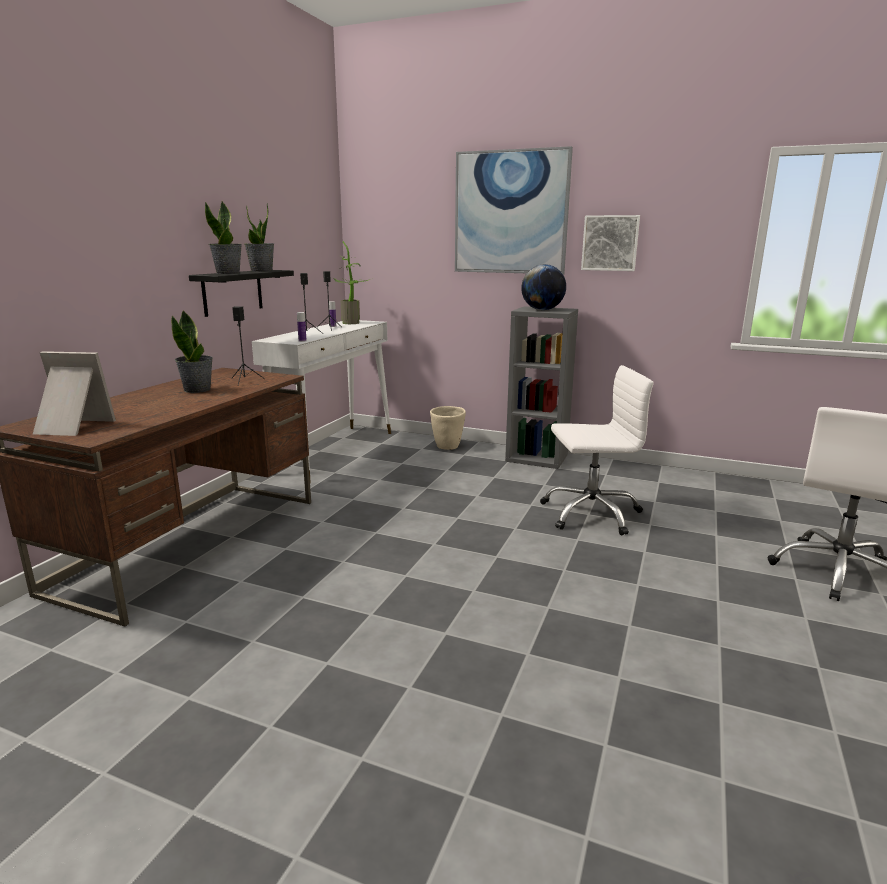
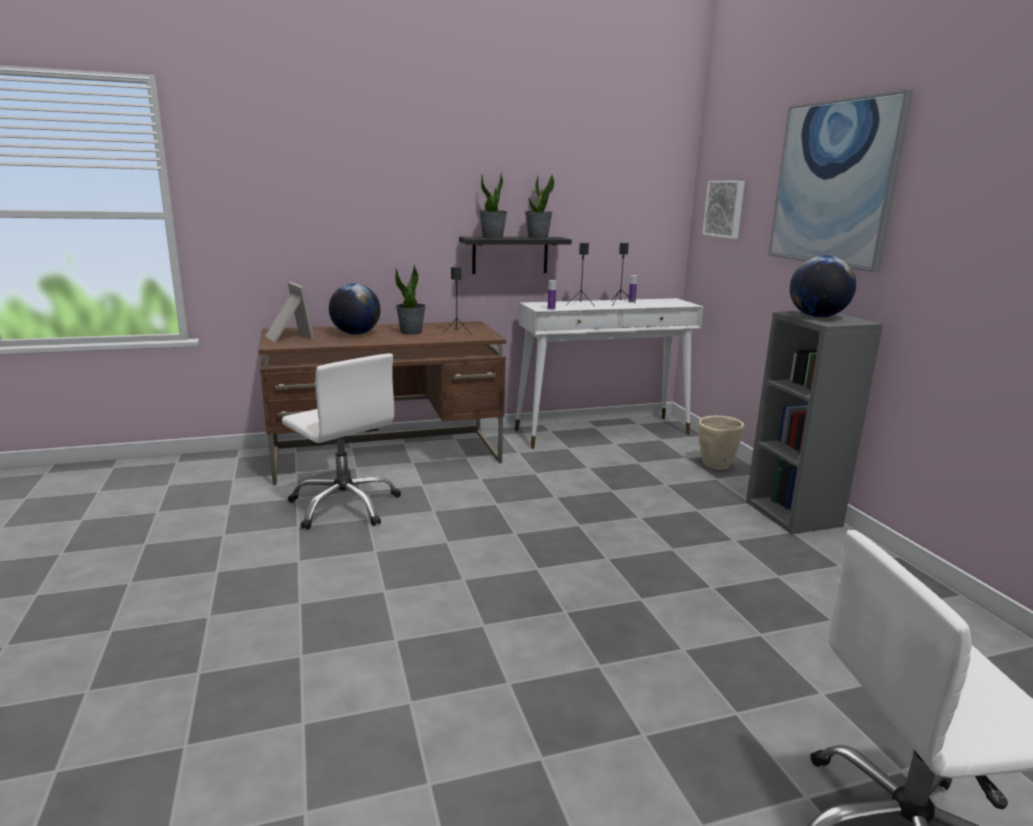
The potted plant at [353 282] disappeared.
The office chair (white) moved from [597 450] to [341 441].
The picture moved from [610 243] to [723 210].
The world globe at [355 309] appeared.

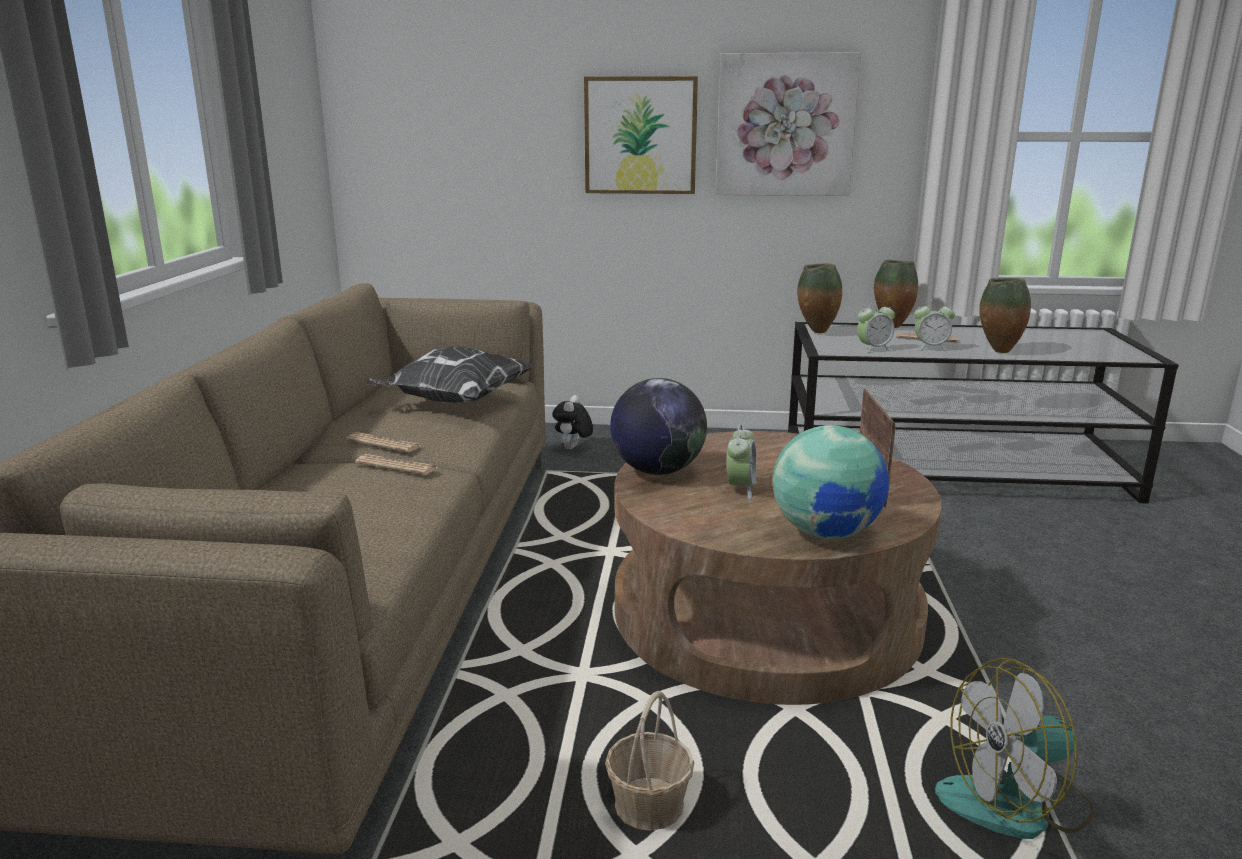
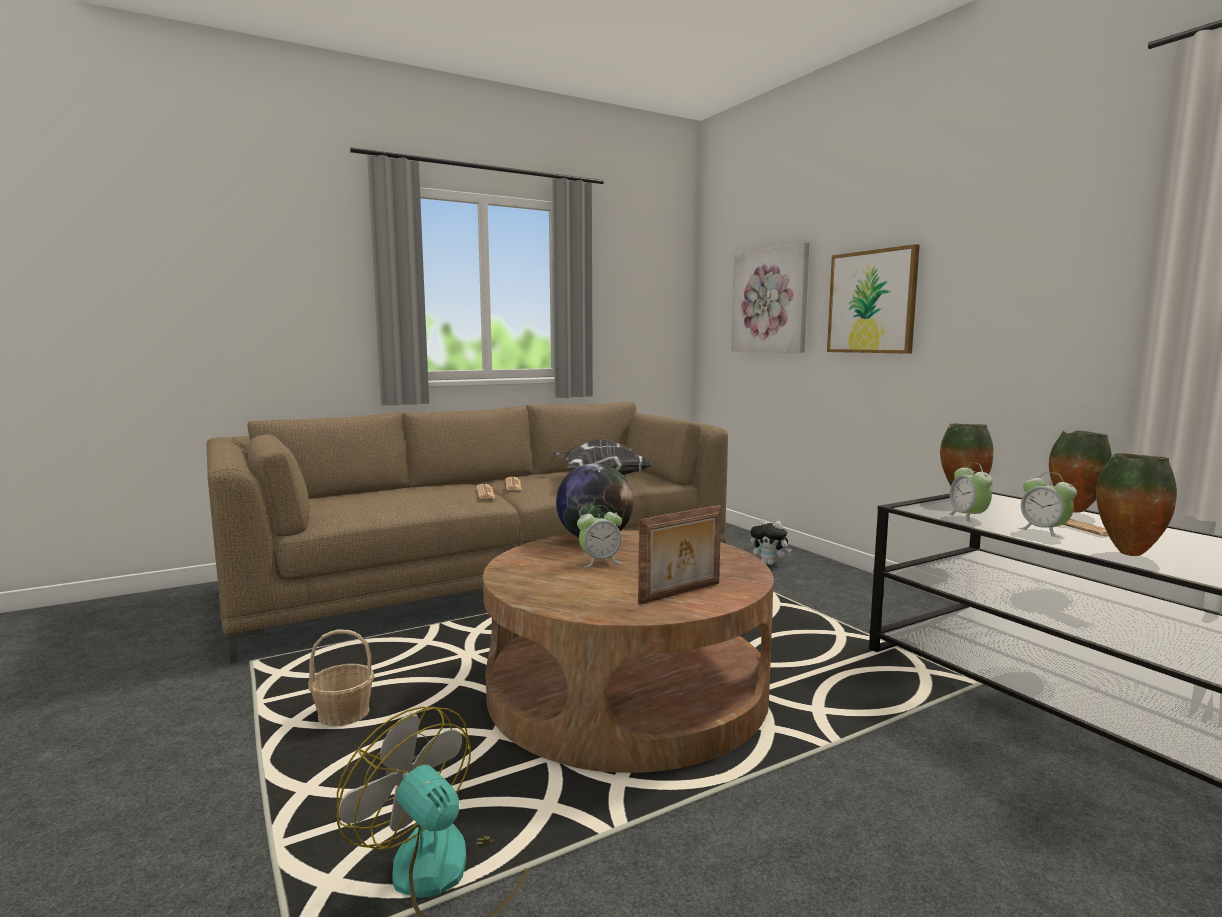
The cuddly toy at [573 422] turned 135 degrees counterclockwise.
The picture moved from [788 124] to [770 297].
The world globe at [831 482] disappeared.
The bedside clock at [876 327] turned 45 degrees clockwise.

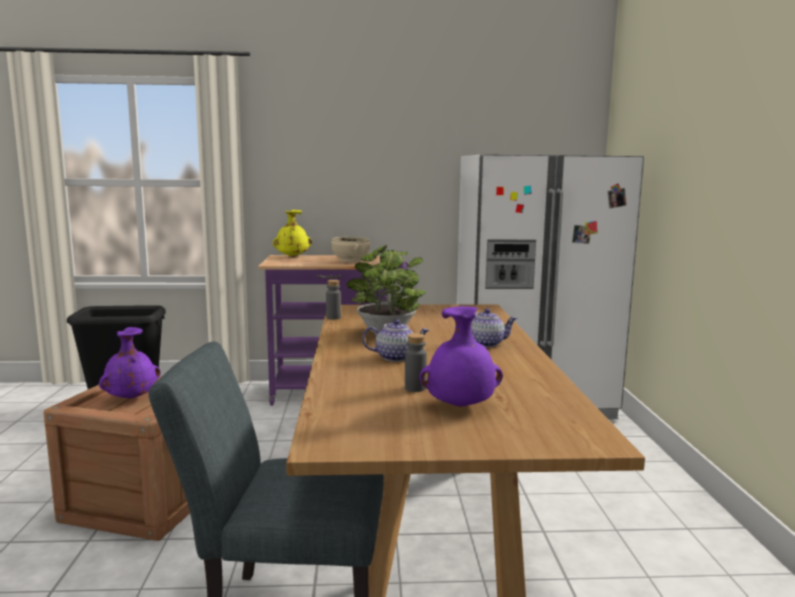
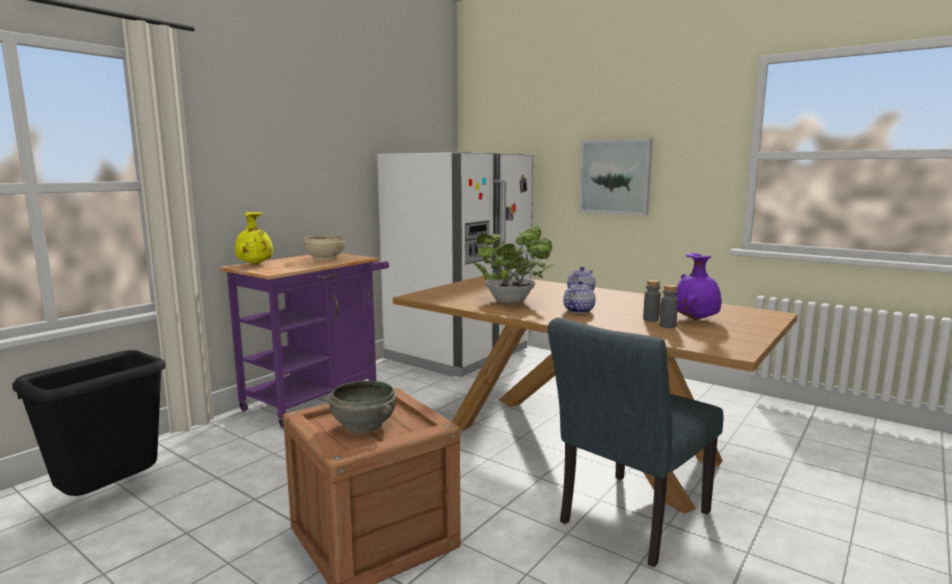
The vase (purple) at [129 363] was replaced by the serving bowl (gray) at [362 407].
The beverage bottle (gray) moved from [333 299] to [669 306].
The picture at [616 176] appeared.

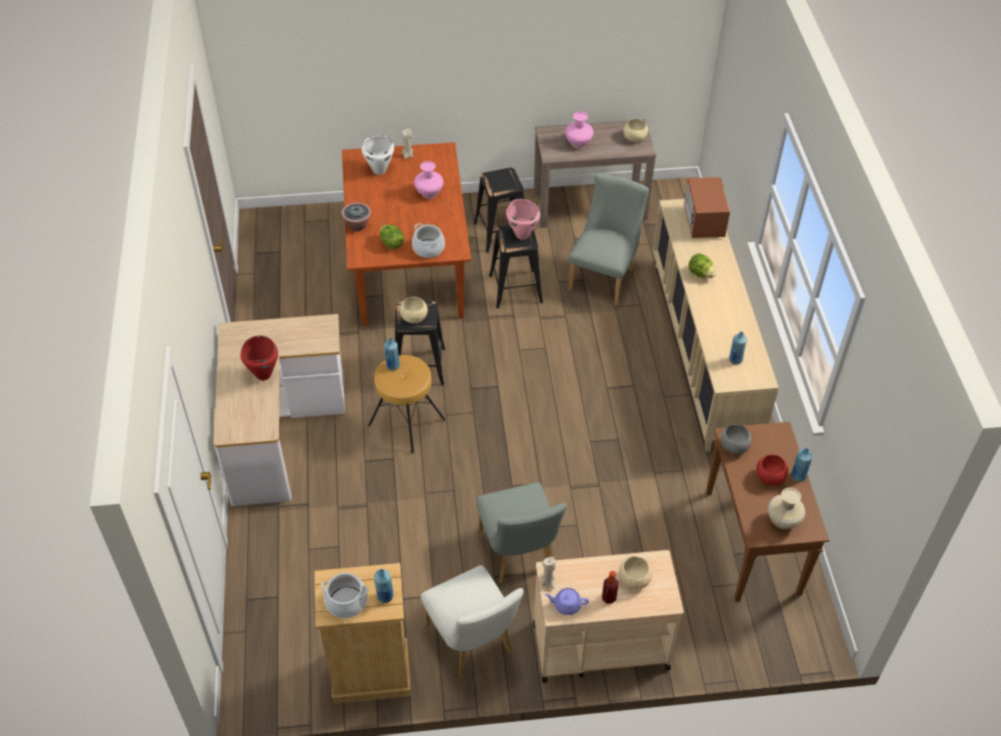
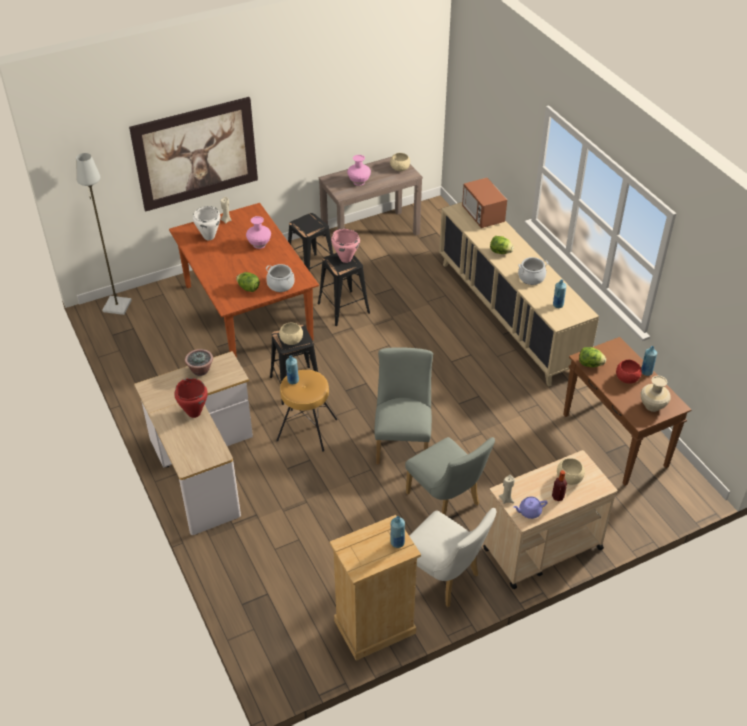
The saucepot moved from [344 595] to [533 271].
The potted plant moved from [356 217] to [199 362].
The upright chair (gray) moved from [608 240] to [403 405].
The serving bowl (gray) at [736 439] was replaced by the lettuce head at [592 357].
The floor lamp (gray) at [104 234] appeared.
The picture at [193 154] appeared.

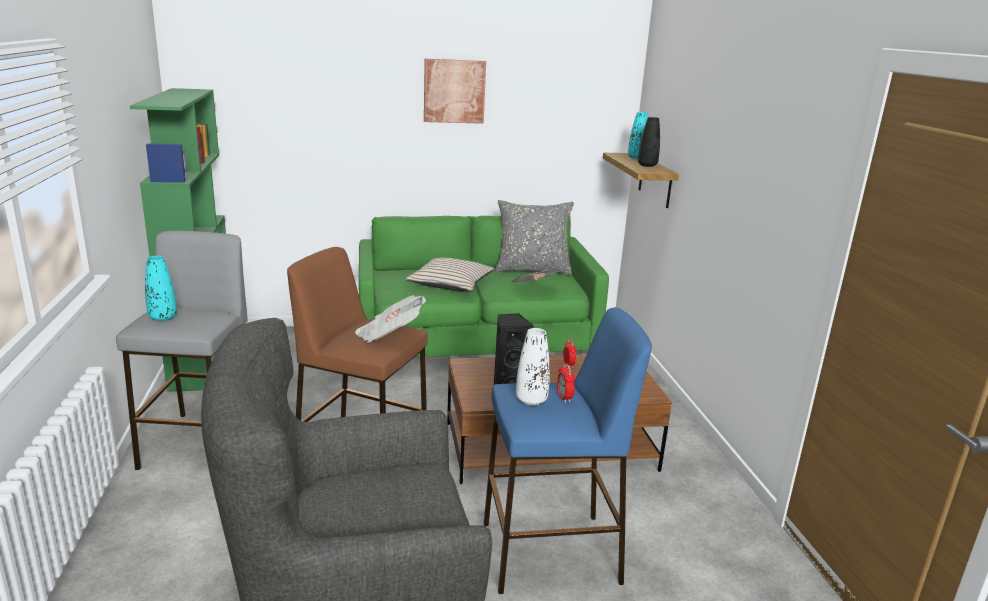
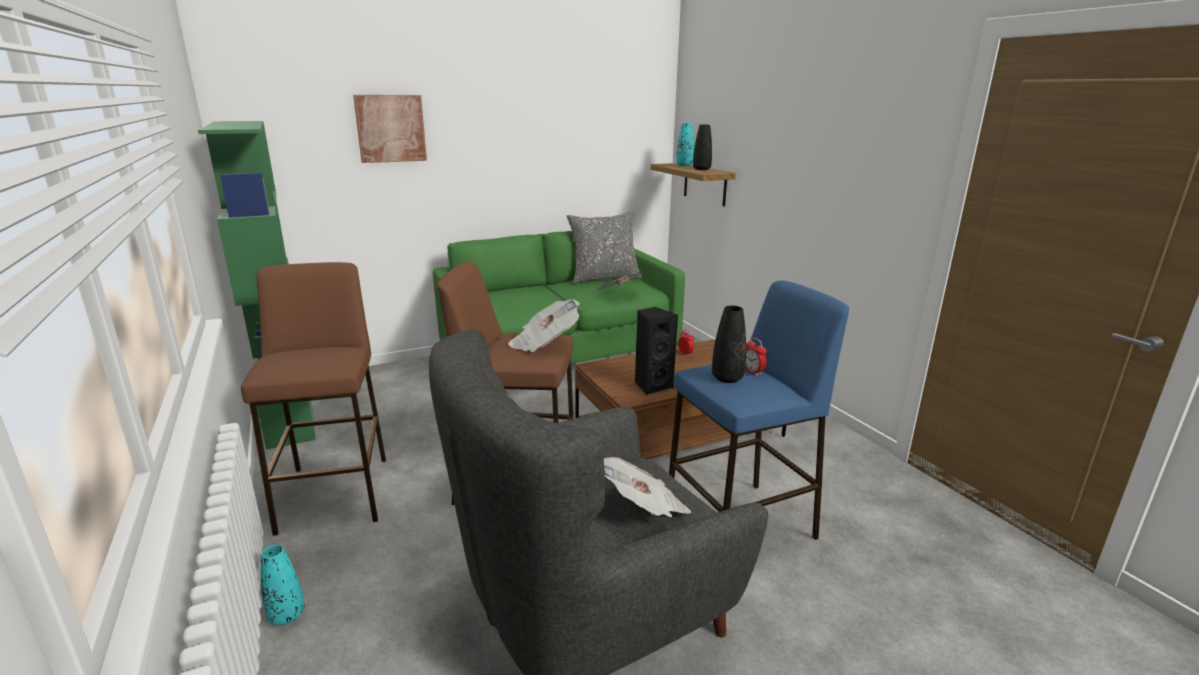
The stool (gray) at [182 350] became the stool (brown-coloured) at [313 399].
The vase (turquoise-coloured) moved from [161 288] to [282 584].
The cushion (beige) at [450 274] disappeared.
The picture moved from [455 91] to [390 129].
The vase (white) at [533 367] became the vase (black) at [729 344].
The daily paper at [647 487] appeared.

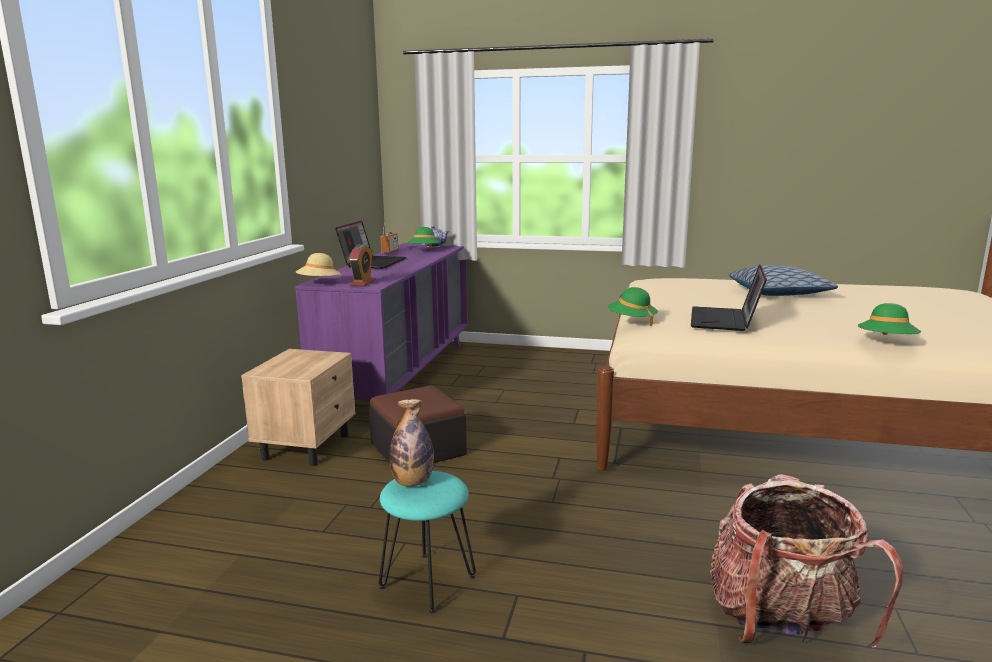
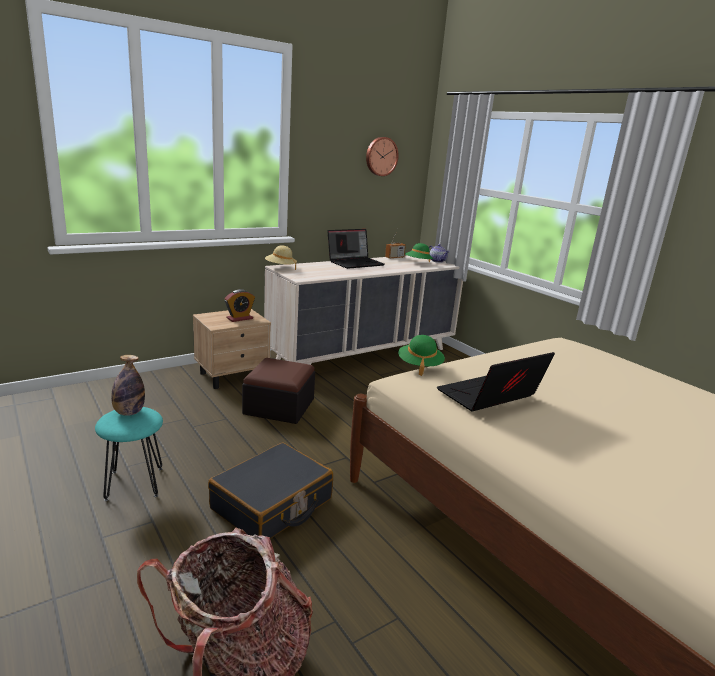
The dresser (purple) at [381 322] became the dresser (beige) at [363 310].
The bedside clock moved from [362 265] to [239 305].
The cushion at [783 280] disappeared.
The hat (green) at [889 319] disappeared.
The piece of luggage (black) at [270 491] appeared.
The clock on the wall at [382 156] appeared.

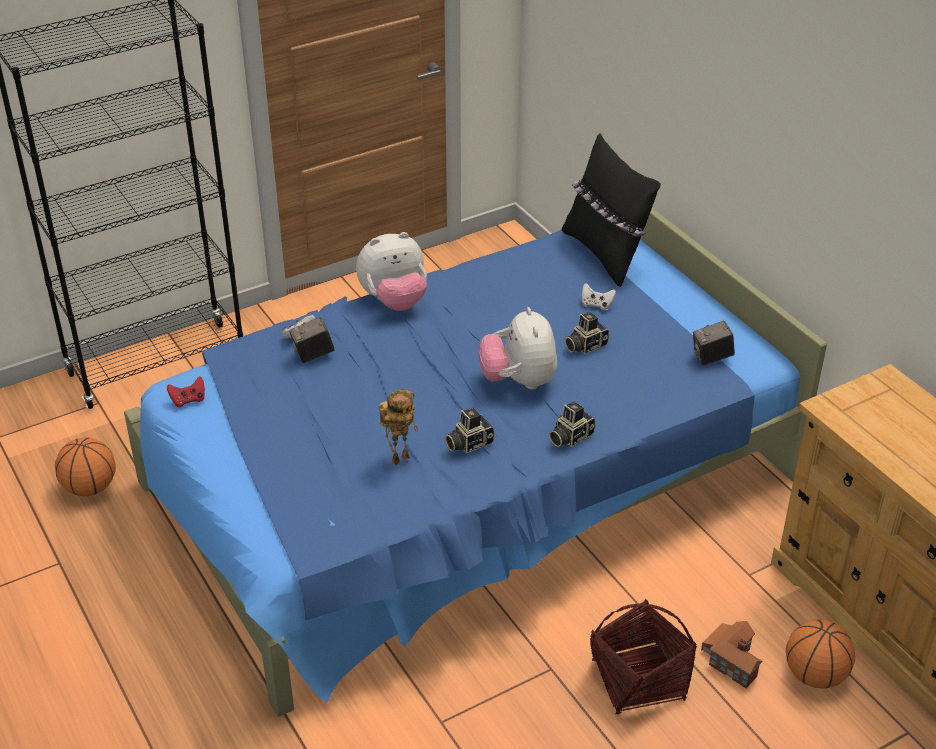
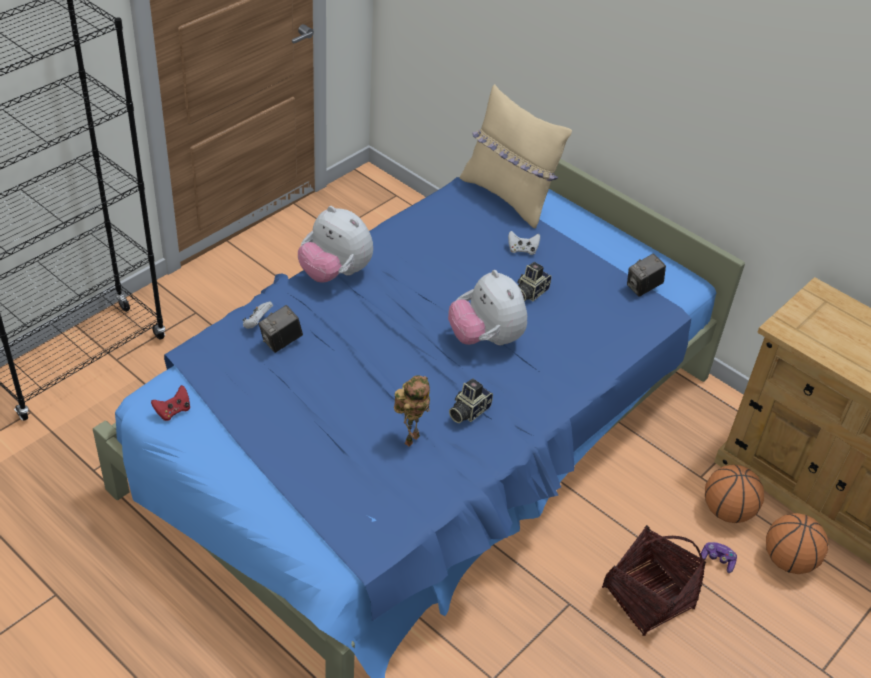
The basketball ball moved from [85 466] to [734 494].
The cuddly toy at [391 271] turned 75 degrees clockwise.
The photo camera at [572 424] disappeared.
The cushion (black) at [611 210] became the cushion (beige) at [516 156].
The model house at [731 654] was replaced by the game controller at [719 557].

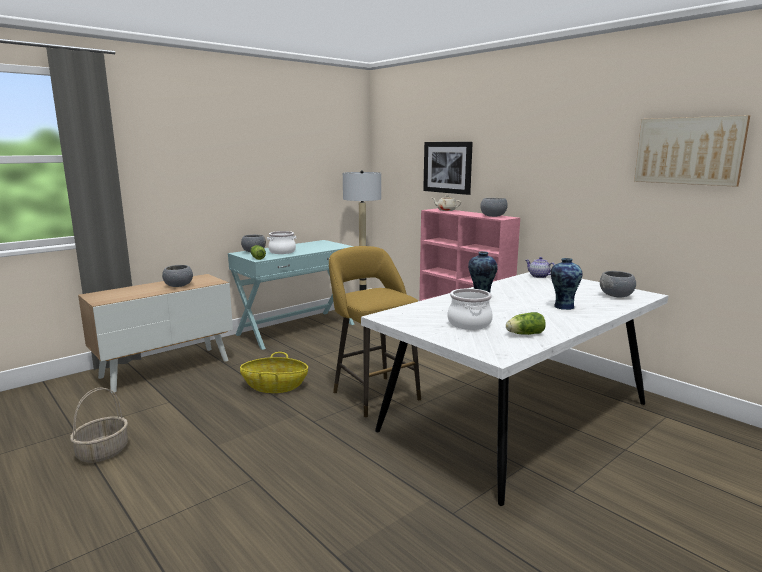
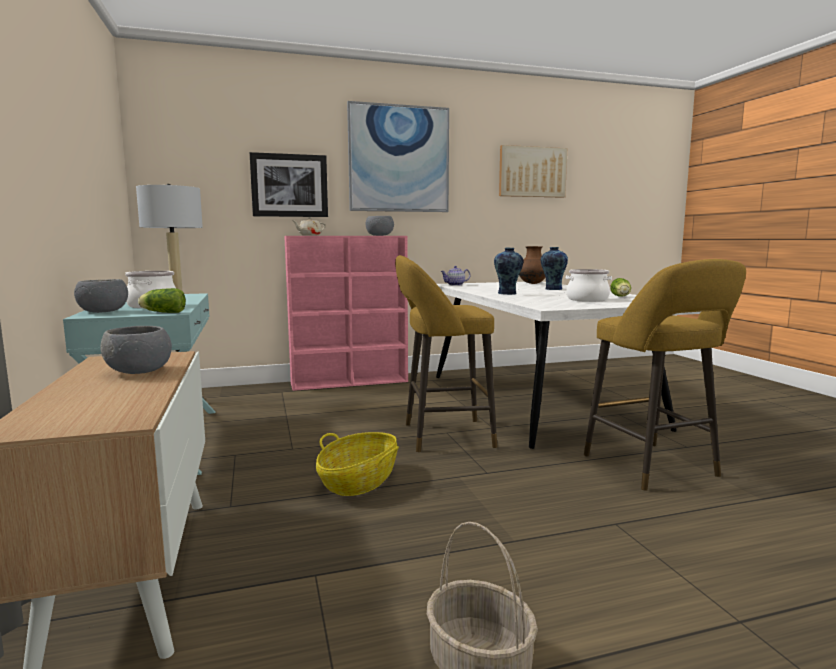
The serving bowl (gray) at [618 284] was replaced by the vase (brown-coloured) at [532 265].
The picture at [398 156] appeared.
The stool (yellow) at [665 375] appeared.

